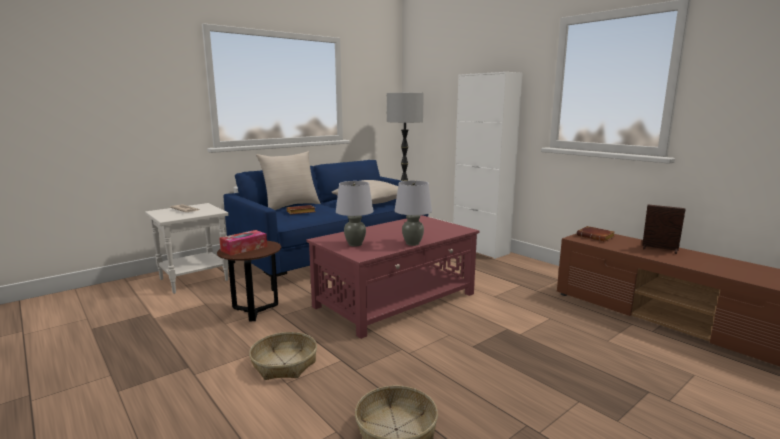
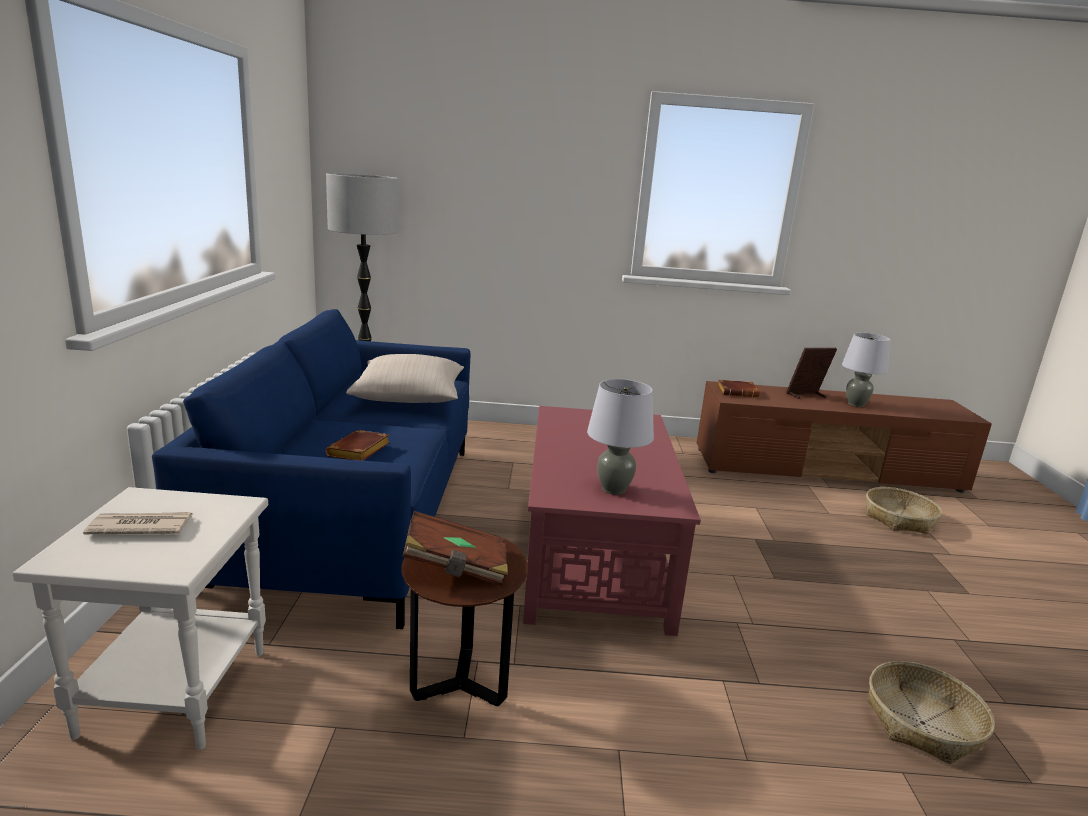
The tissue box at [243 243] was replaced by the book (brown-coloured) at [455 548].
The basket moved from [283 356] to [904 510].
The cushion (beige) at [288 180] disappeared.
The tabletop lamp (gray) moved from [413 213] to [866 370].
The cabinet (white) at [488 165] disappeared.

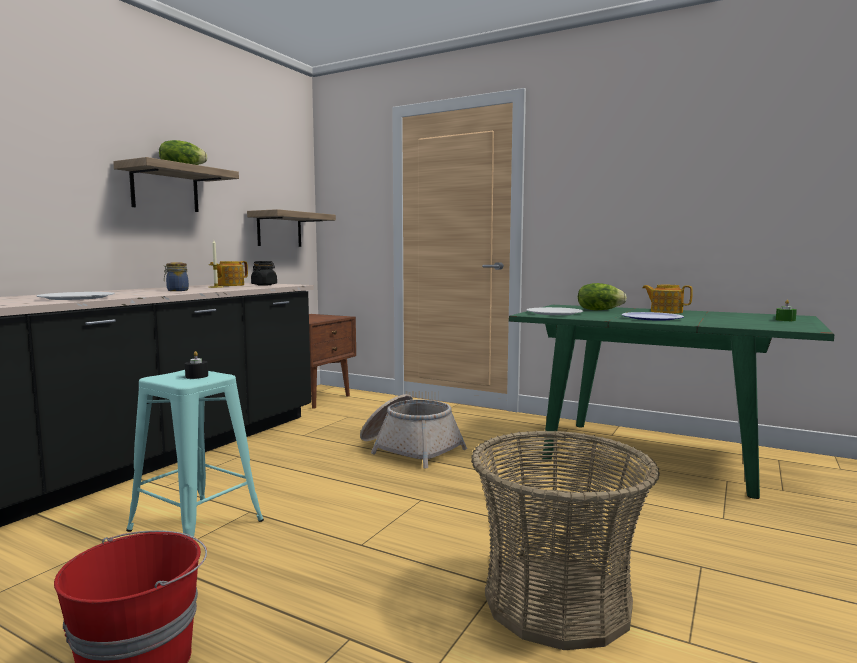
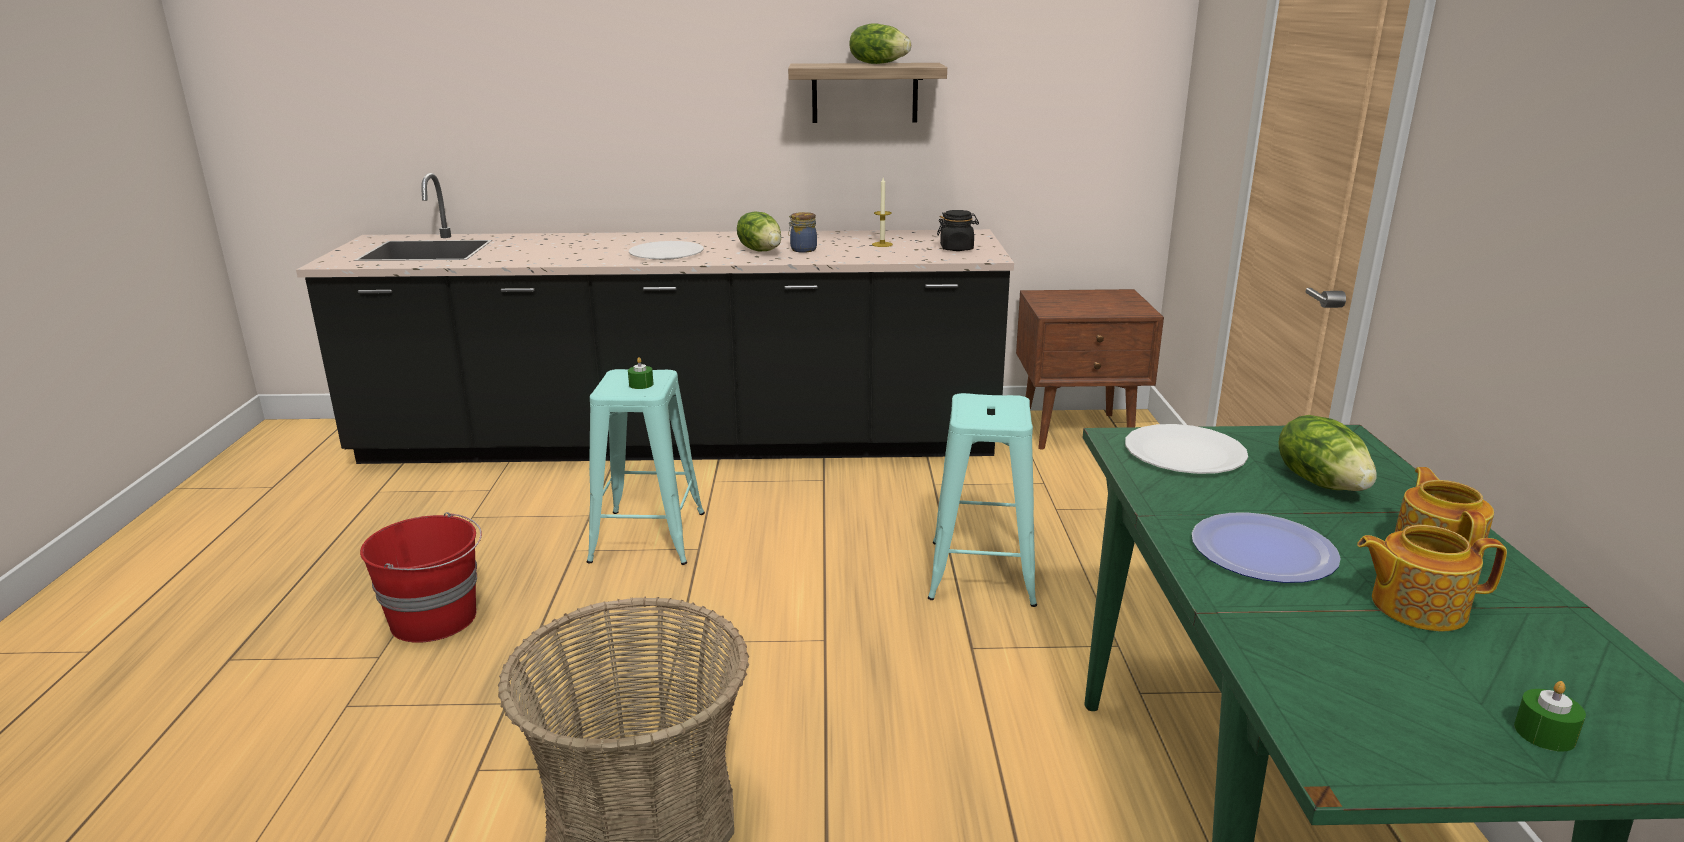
The candle (black) at [196 365] became the candle (green) at [641 373].
The teapot moved from [229 273] to [1432 578].
The bracket shelf at [291 228] disappeared.
The basket at [413 431] was replaced by the stool (turquoise-coloured) at [982 500].
The lettuce head at [759 231] appeared.

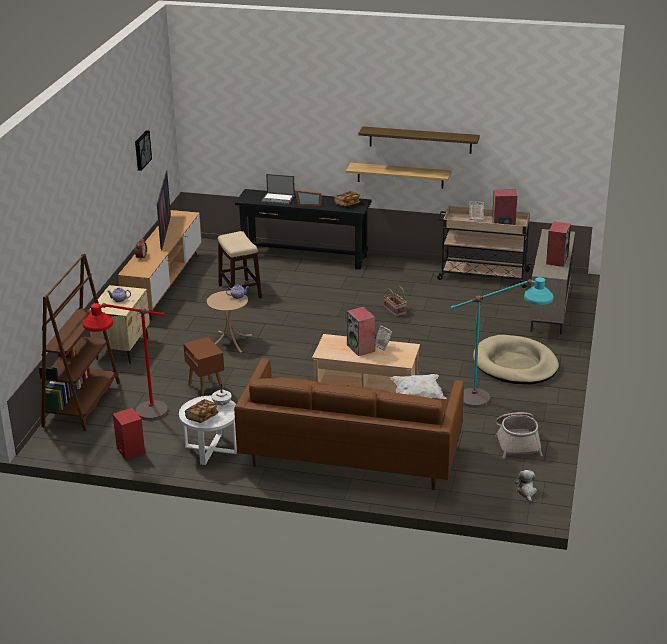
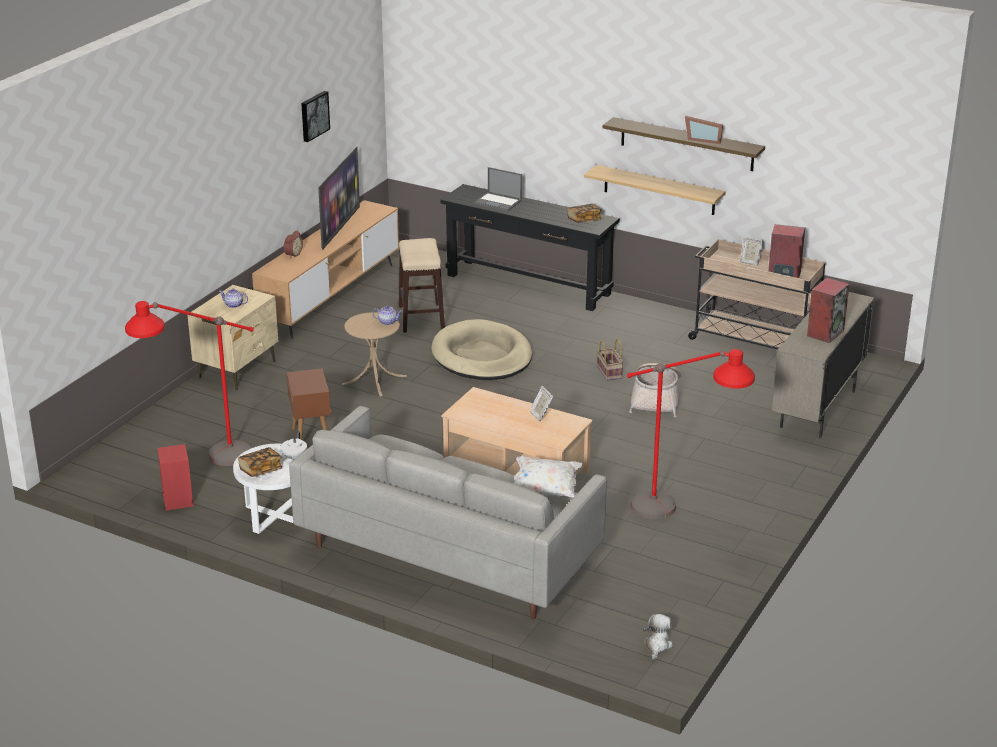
The bookshelf (brown-coloured) at [79 342] disappeared.
The couch (brown-coloured) at [349 424] became the couch (gray) at [448 512].
The picture frame moved from [308 197] to [704 130].
The audio speaker at [361 331] disappeared.
The floor lamp (turquoise-coloured) at [502 342] became the floor lamp (reddish) at [691 434].
The dog bed (beige) moved from [516 359] to [481 349].
The basket moved from [519 435] to [655 390].

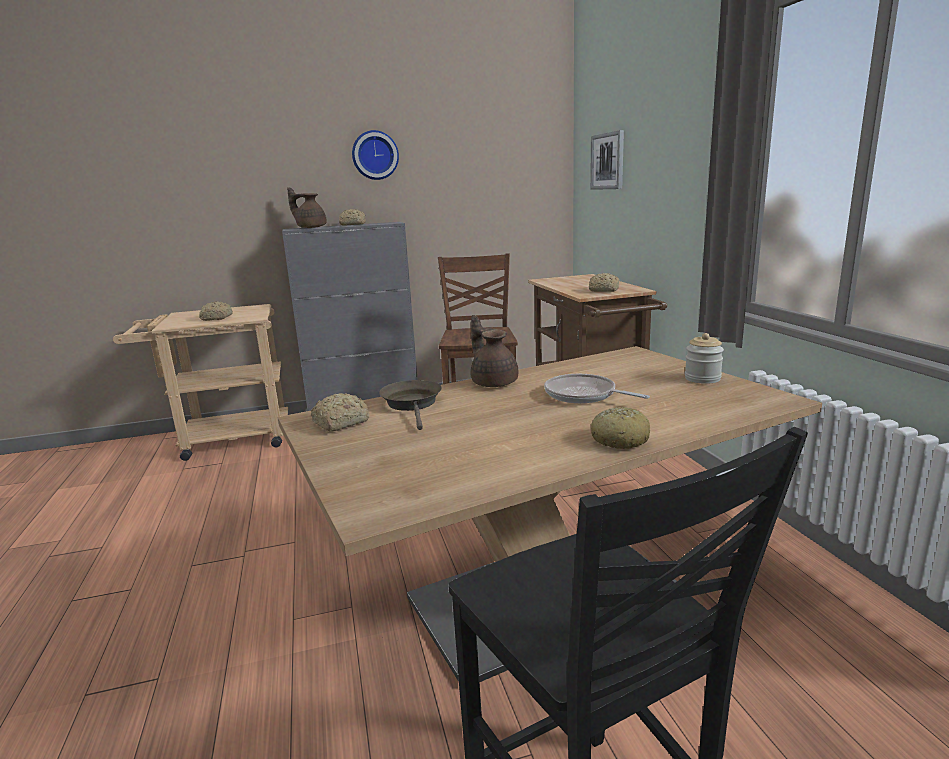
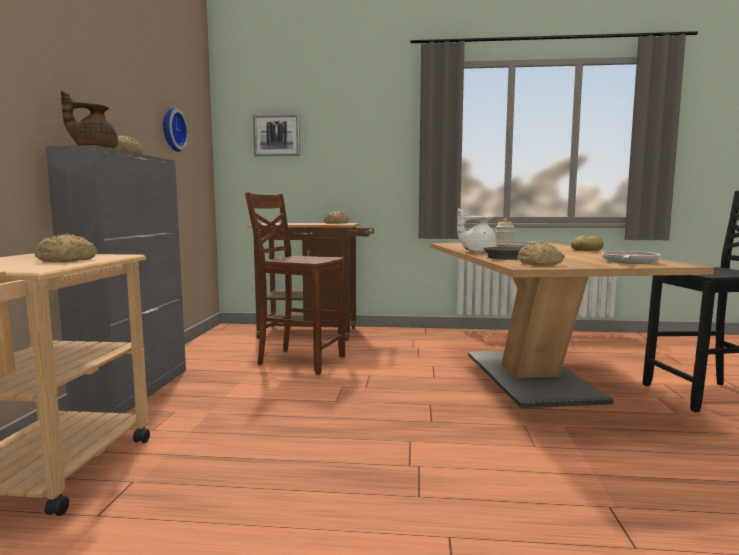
The clock on the wall moved from [375 155] to [176 129].
The teapot (brown-coloured) at [494 351] became the teapot (white) at [477 230].
The pan at [631 257] appeared.

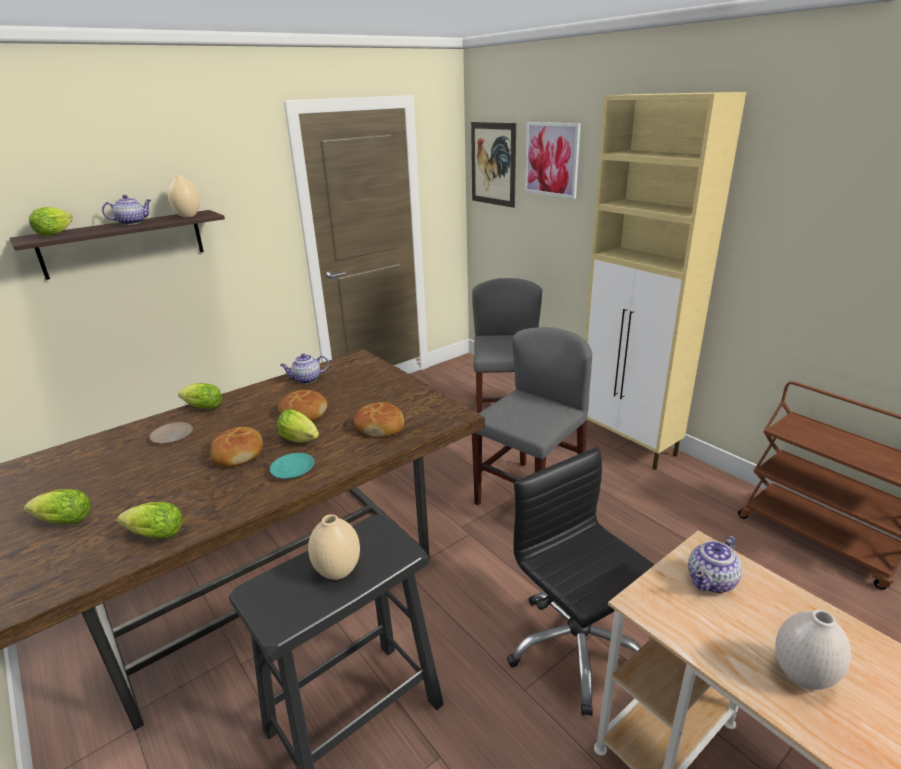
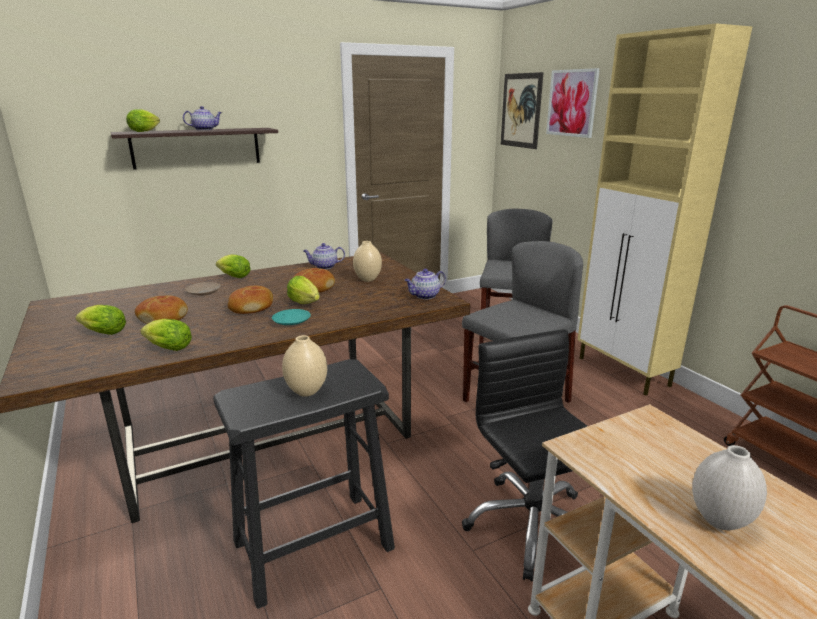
The vase (beige) moved from [184 196] to [367 261].
The bread moved from [379 419] to [161 309].
The teapot moved from [715 564] to [425 284].

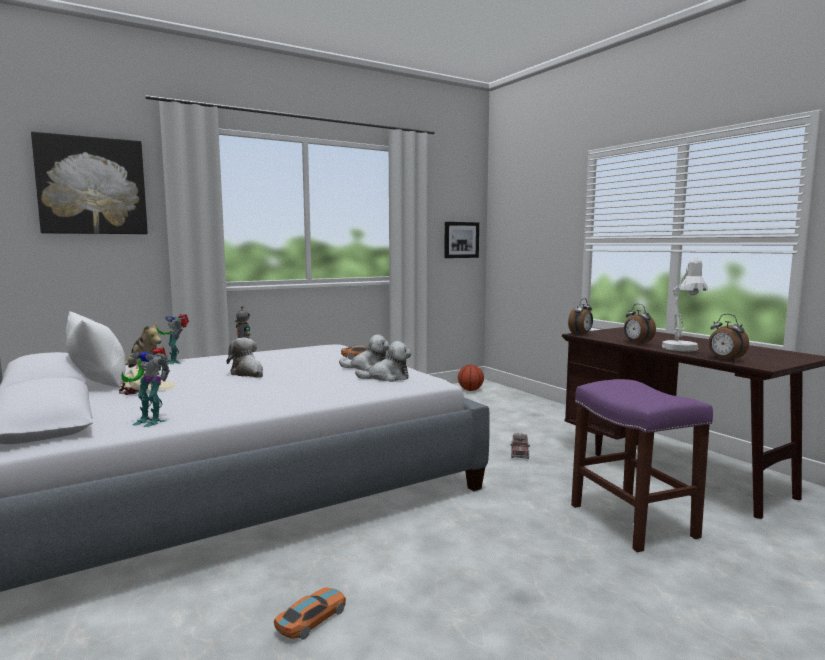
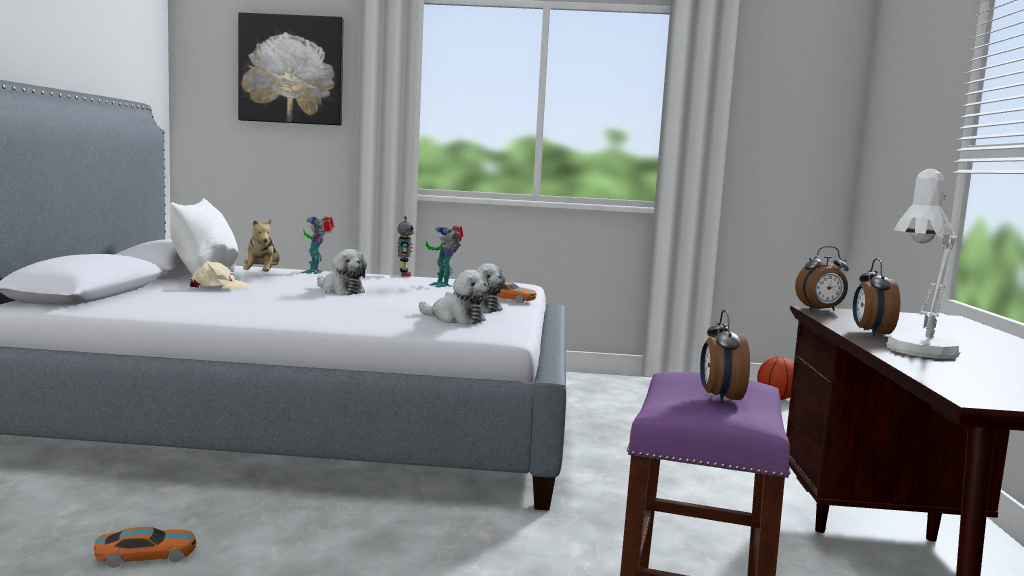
The robot figure moved from [146 387] to [444 256].
The cuddly toy at [245 357] turned 135 degrees clockwise.
The picture at [461 240] disappeared.
The model truck at [520 446] disappeared.
The bedside clock moved from [728 338] to [725 356].

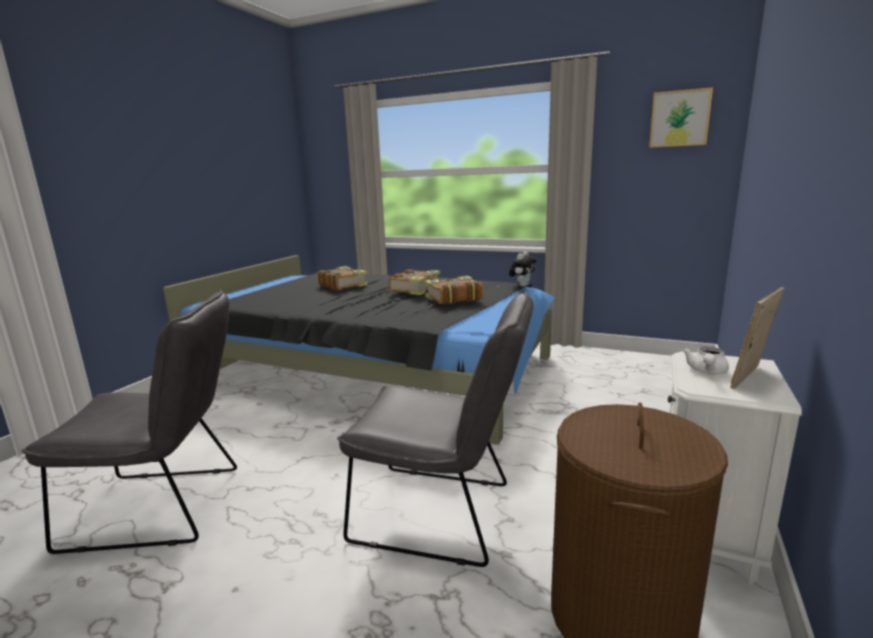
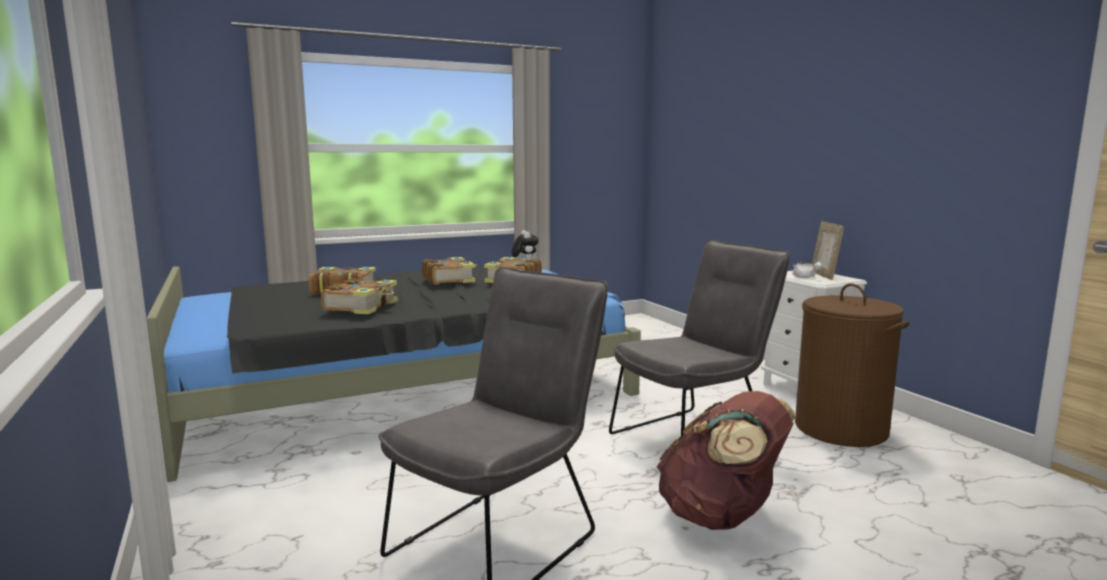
The picture at [681 117] disappeared.
The book at [359 296] appeared.
The knapsack (brown-coloured) at [726 460] appeared.

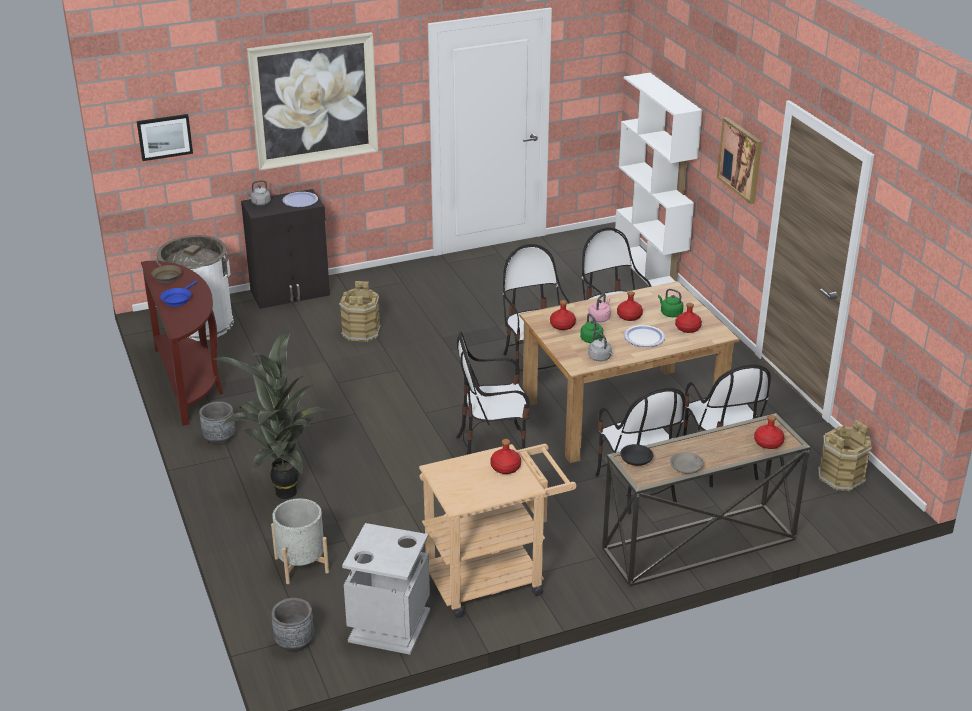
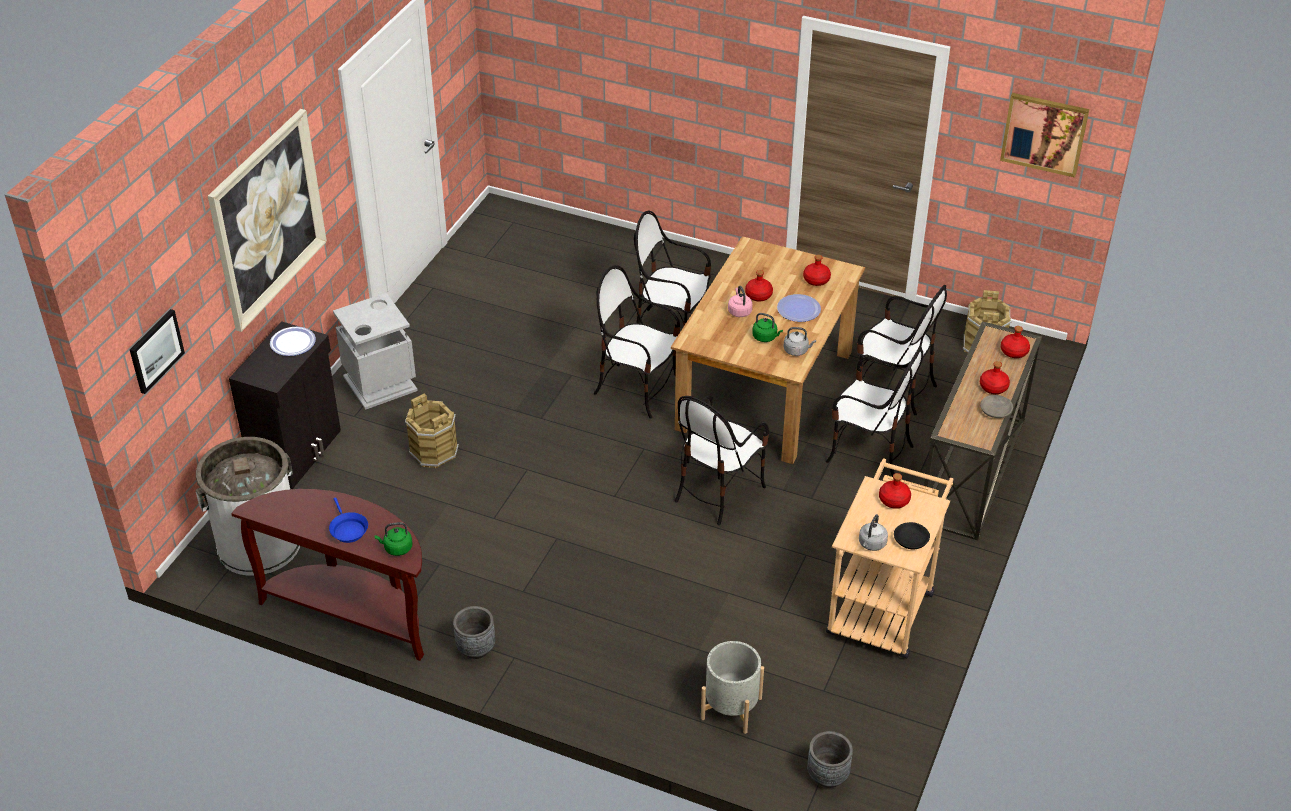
The pan (brown-coloured) at [167 271] disappeared.
The potted plant at [272 415] disappeared.
The tea kettle (gray) moved from [257 193] to [873 532].
The trash can (gray) moved from [386 589] to [375 351].
The beverage bottle (reddish) moved from [563 315] to [995 377].
The bookshelf (white) at [658 179] disappeared.
The serving bowl (black) moved from [636 455] to [912 535].
The tea kettle (green) moved from [670 303] to [393 539].
The picture moved from [739 160] to [1044 135].

